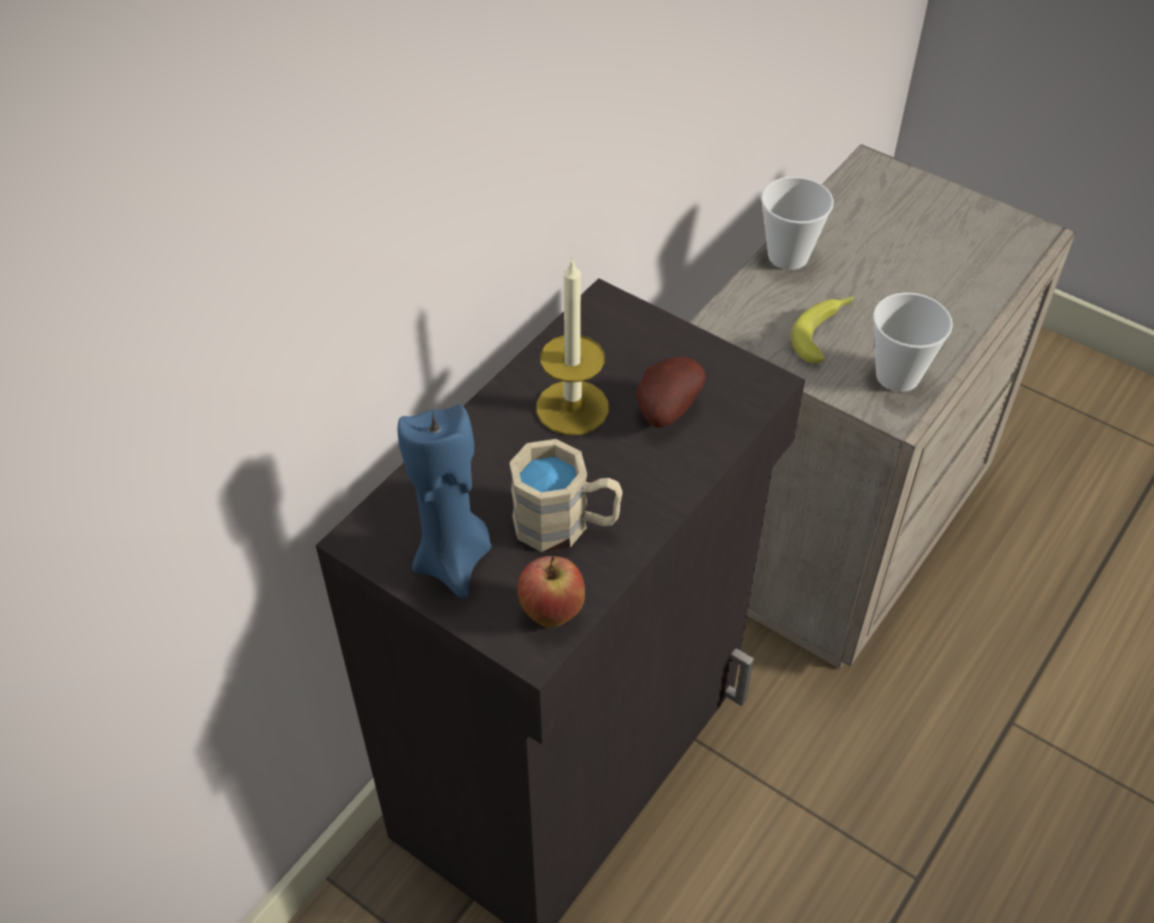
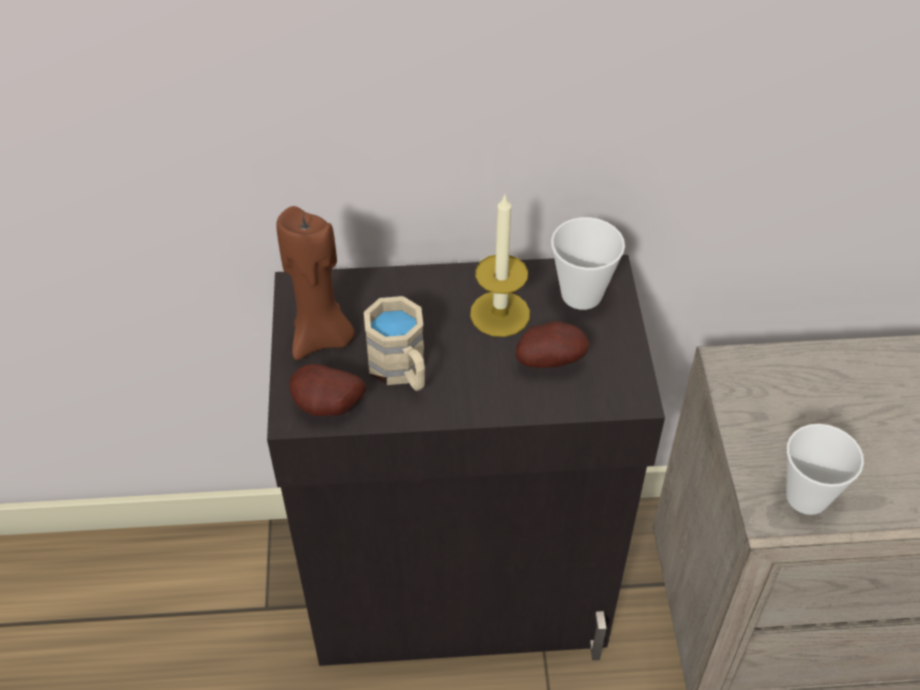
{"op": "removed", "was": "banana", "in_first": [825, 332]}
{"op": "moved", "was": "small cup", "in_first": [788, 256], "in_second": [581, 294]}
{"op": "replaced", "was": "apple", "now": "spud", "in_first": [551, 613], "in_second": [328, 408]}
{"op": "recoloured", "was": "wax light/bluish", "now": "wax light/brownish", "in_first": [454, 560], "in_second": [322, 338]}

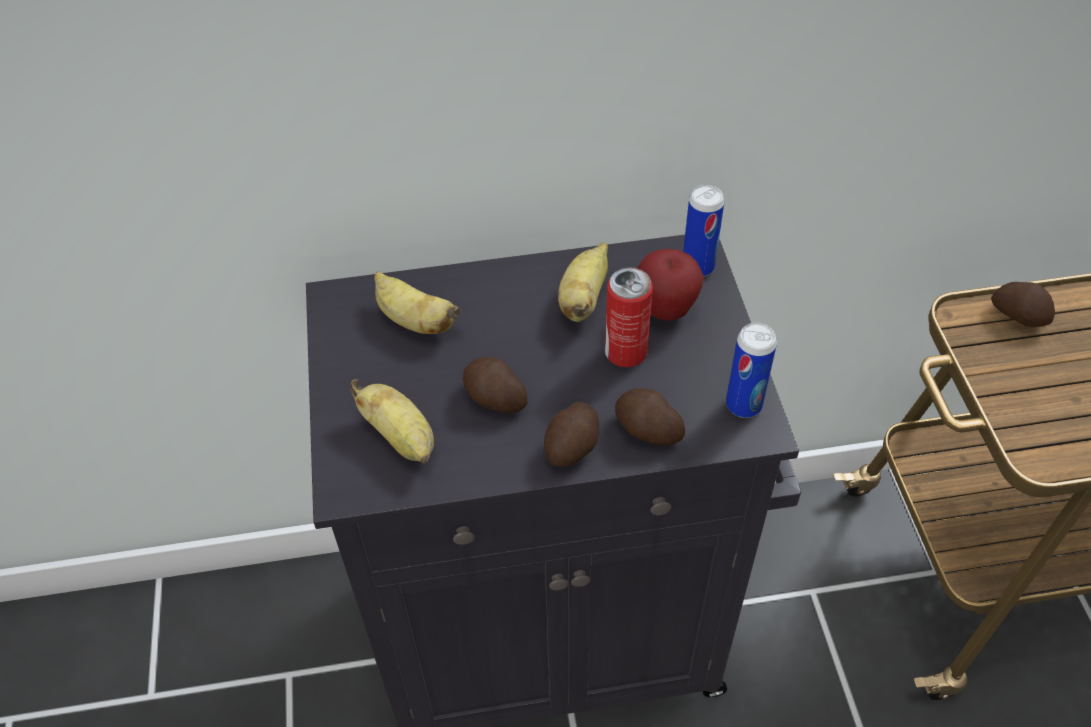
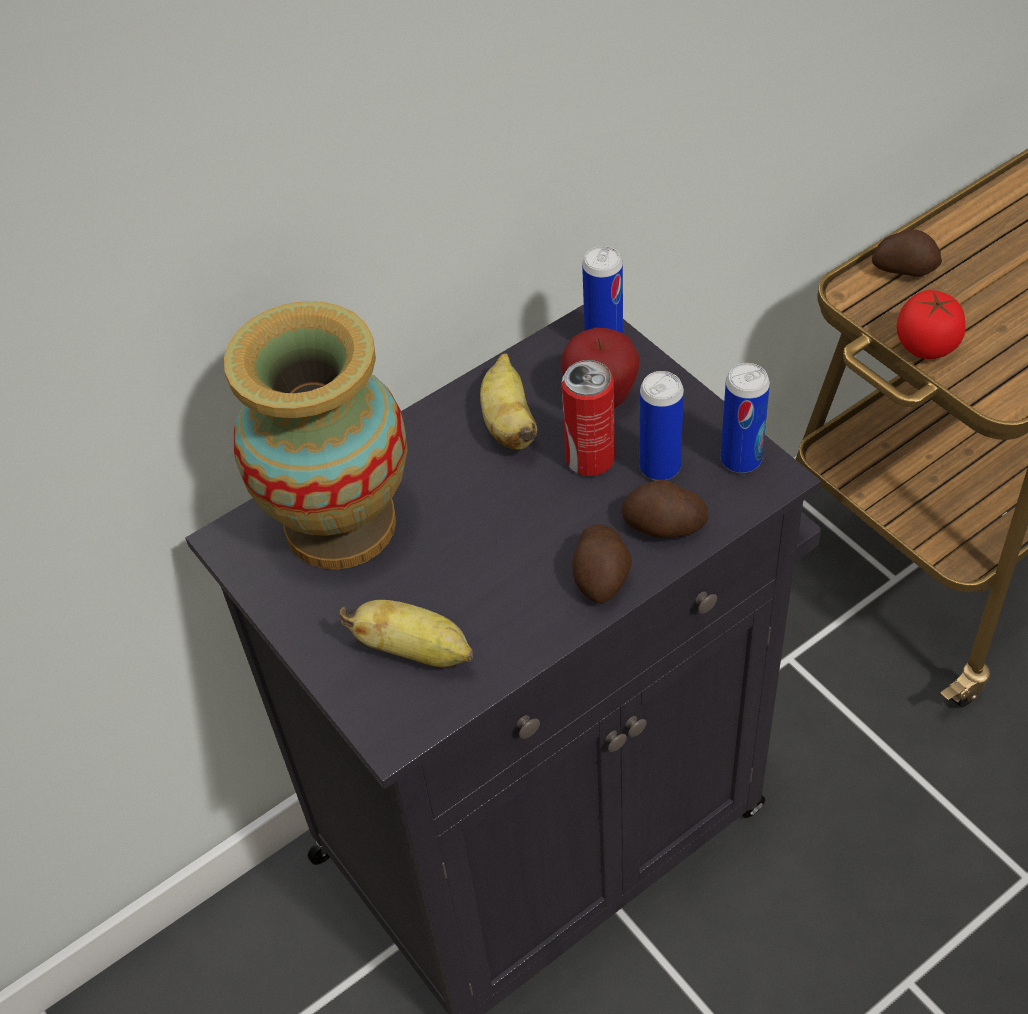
{"op": "removed", "was": "spud", "in_first": [494, 398]}
{"op": "added", "now": "sealed can", "in_second": [660, 467]}
{"op": "added", "now": "whole tomato", "in_second": [927, 345]}
{"op": "replaced", "was": "banana", "now": "flower vase", "in_first": [414, 321], "in_second": [341, 524]}

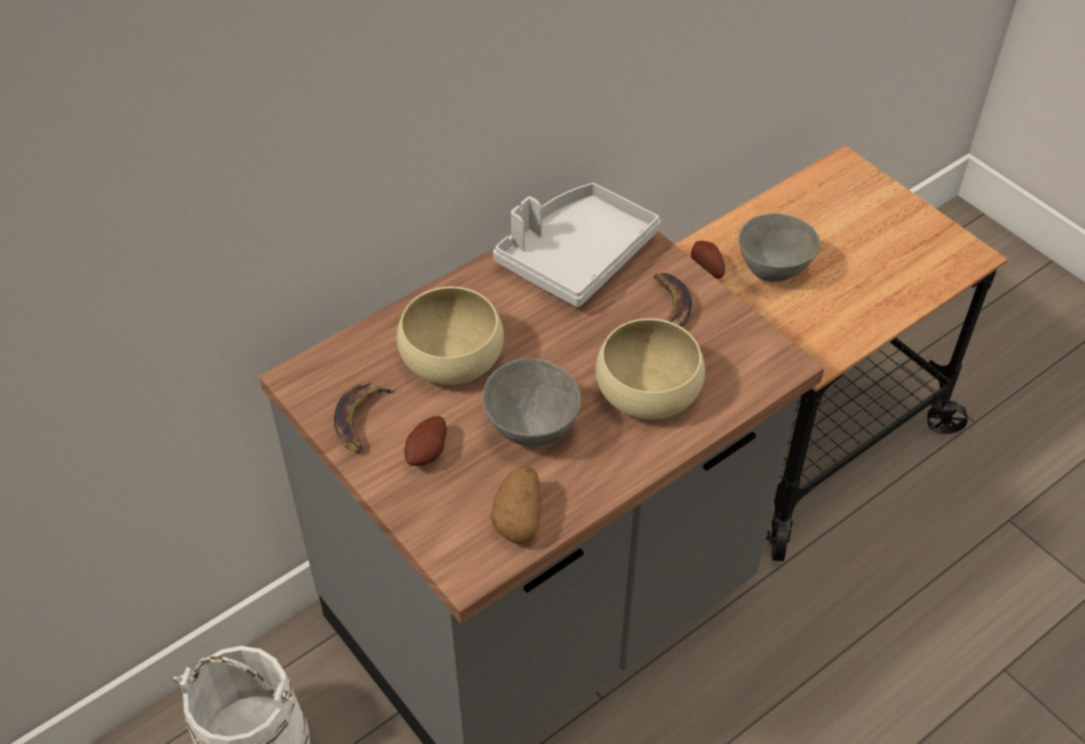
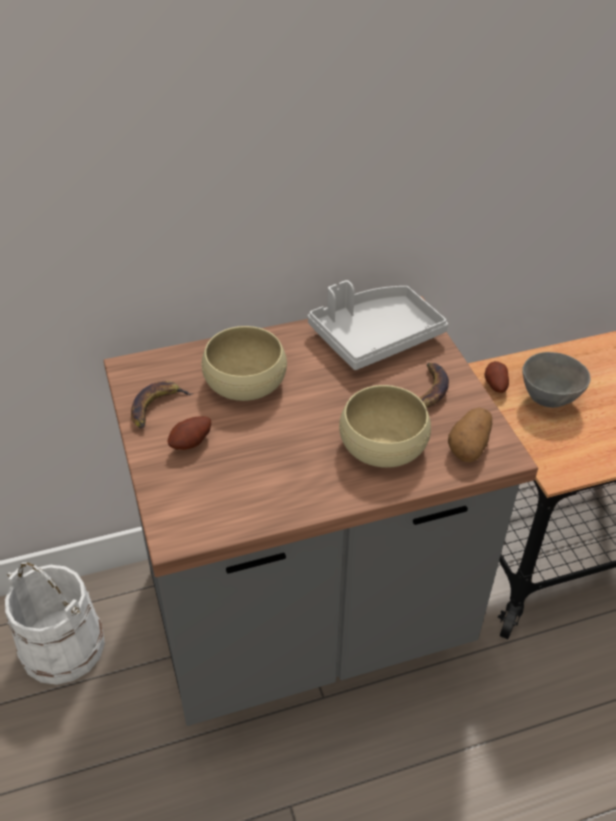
{"op": "removed", "was": "serving bowl/grey", "in_first": [530, 430]}
{"op": "moved", "was": "spud", "in_first": [519, 517], "in_second": [469, 446]}

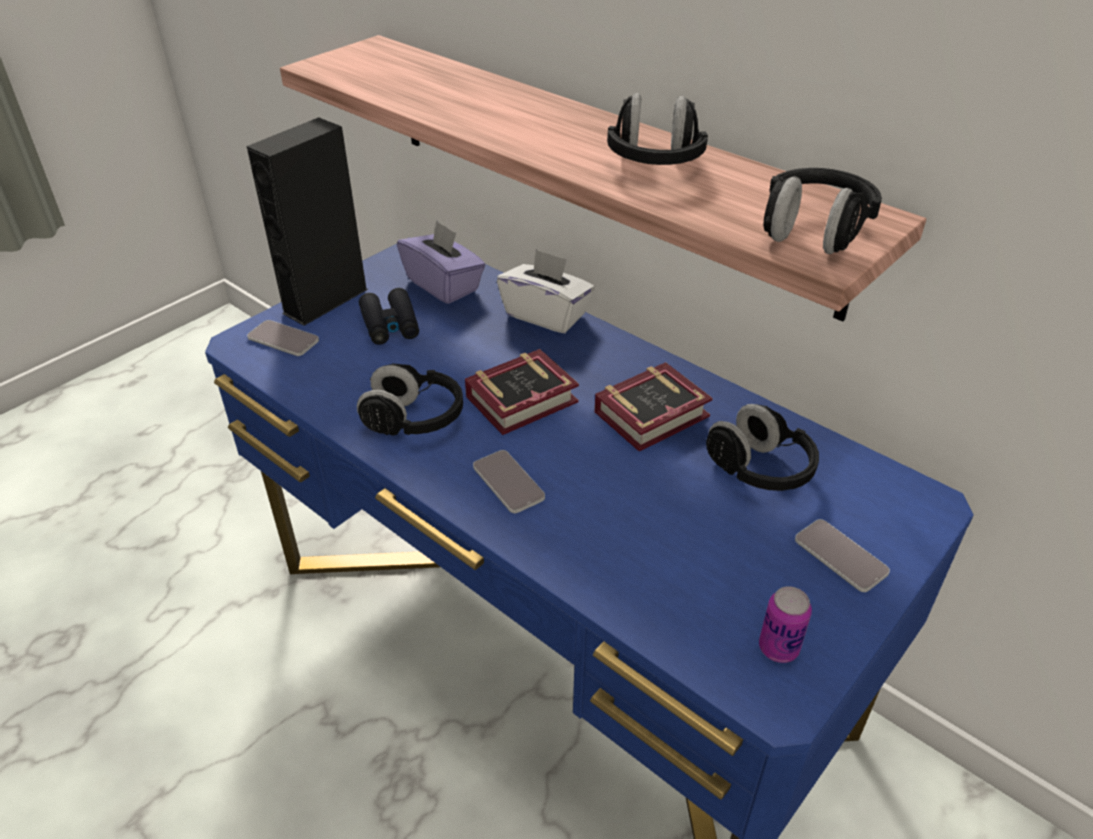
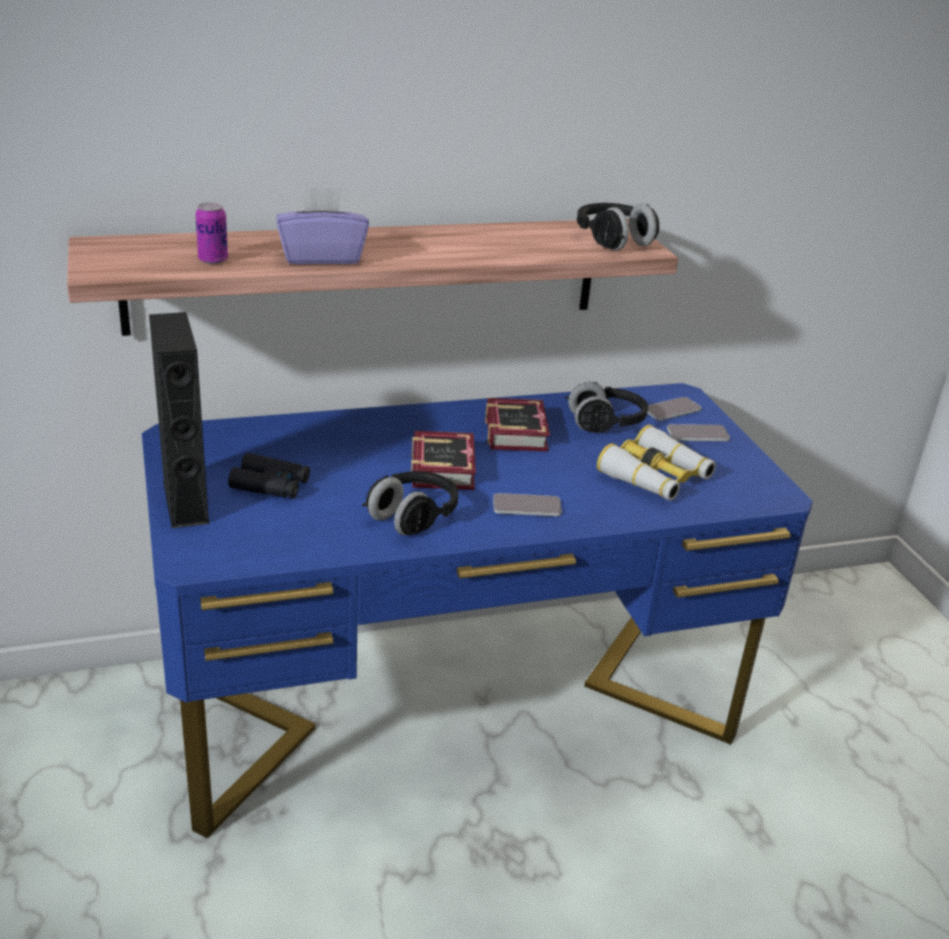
{"op": "removed", "was": "box of tissues/white-coloured", "in_first": [546, 315]}
{"op": "removed", "was": "headphones/black-coloured", "in_first": [655, 161]}
{"op": "added", "now": "pair of binoculars", "in_second": [655, 477]}
{"op": "moved", "was": "handset", "in_first": [283, 339], "in_second": [671, 410]}
{"op": "moved", "was": "box of tissues/purple", "in_first": [444, 285], "in_second": [321, 257]}
{"op": "moved", "was": "sealed can", "in_first": [778, 648], "in_second": [213, 260]}

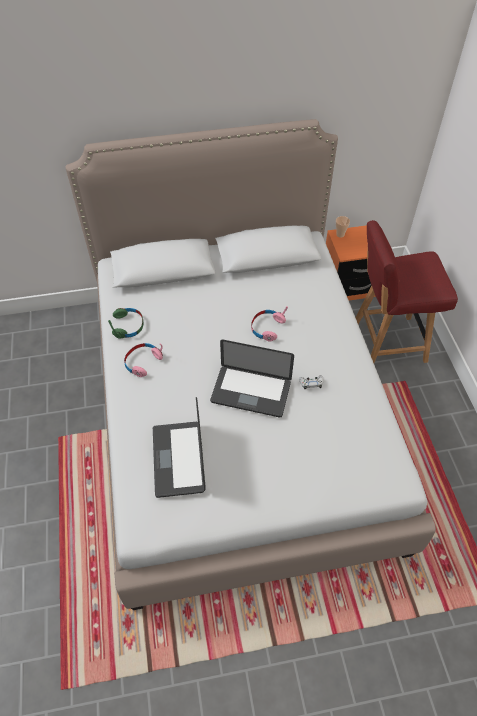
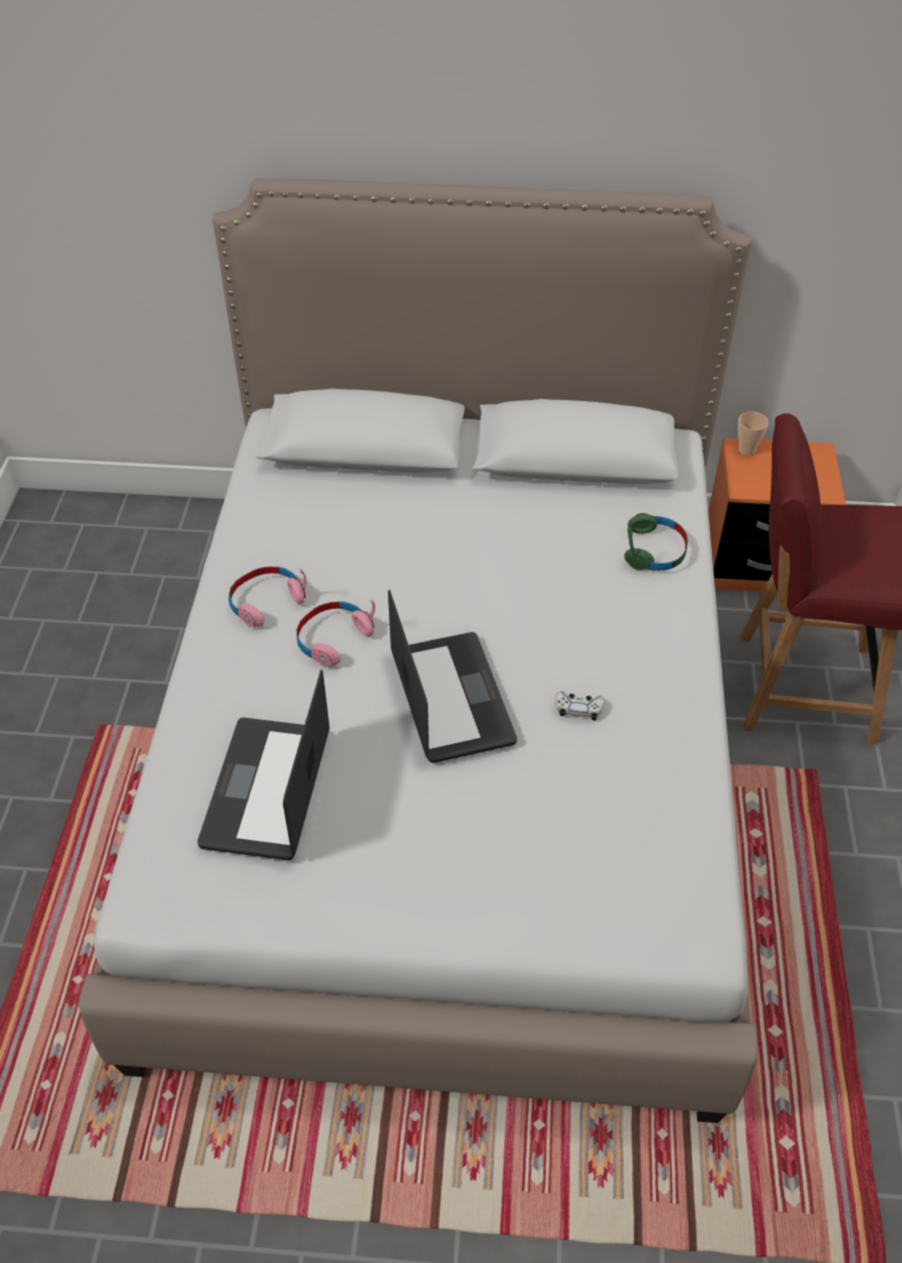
{"op": "moved", "was": "headphones/green", "in_first": [128, 326], "in_second": [654, 551]}
{"op": "moved", "was": "headphones/pinkish", "in_first": [267, 328], "in_second": [333, 638]}
{"op": "turned", "was": "notebook computer", "in_first": [251, 392], "in_second": [451, 698], "clockwise": -135}

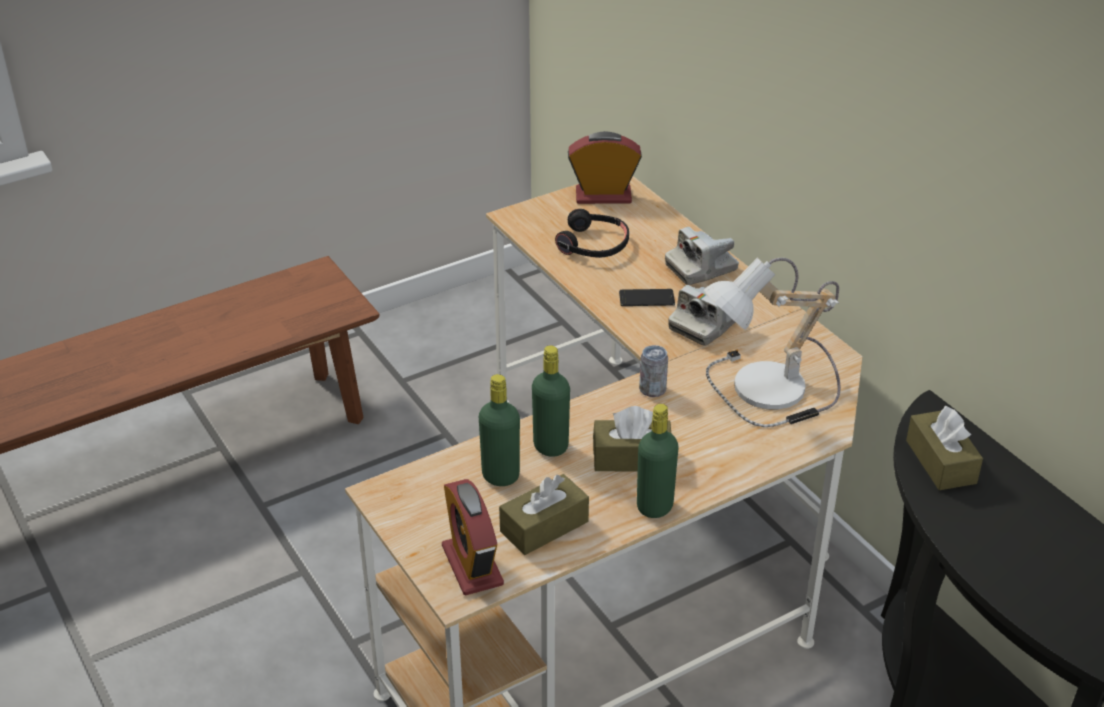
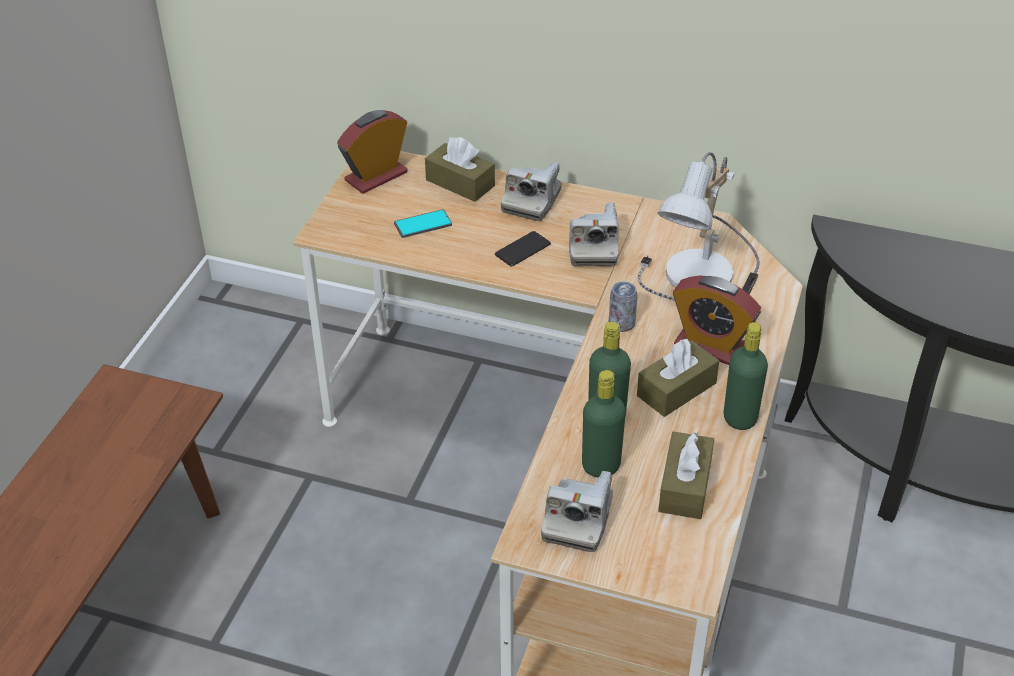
{"op": "added", "now": "photo camera", "in_second": [577, 520]}
{"op": "moved", "was": "alarm clock", "in_first": [472, 565], "in_second": [710, 346]}
{"op": "moved", "was": "box of tissues/brownish", "in_first": [941, 462], "in_second": [460, 183]}
{"op": "replaced", "was": "headphones/black-coloured", "now": "handset", "in_first": [593, 245], "in_second": [423, 224]}

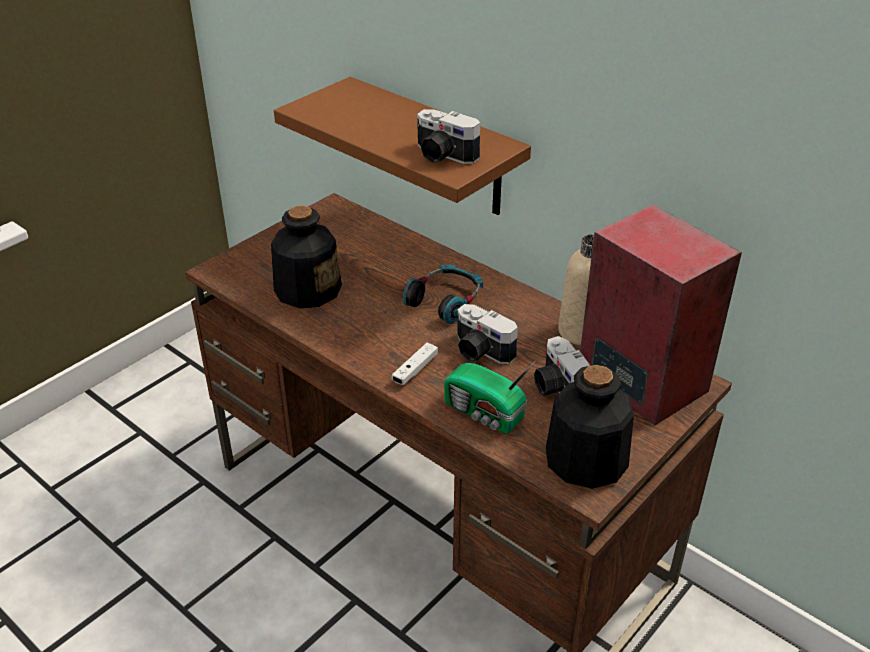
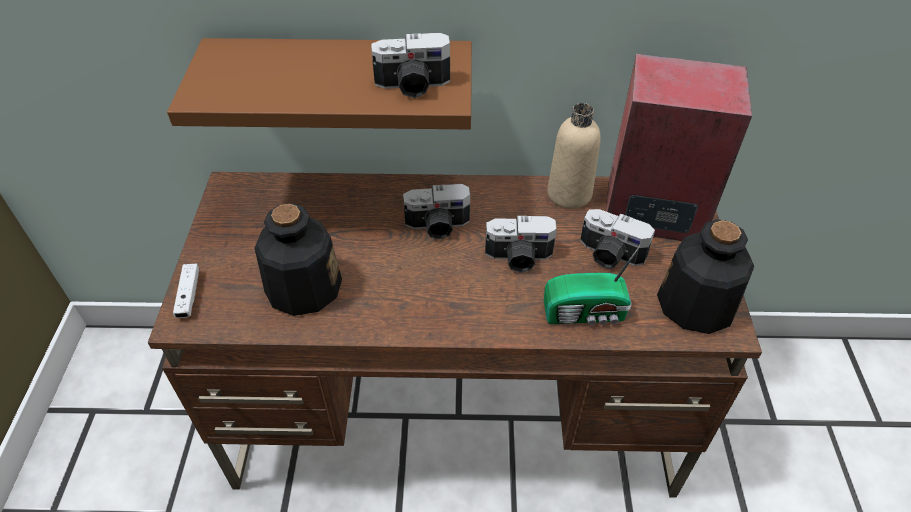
{"op": "moved", "was": "gamepad/white-coloured", "in_first": [415, 370], "in_second": [189, 295]}
{"op": "replaced", "was": "headphones", "now": "photo camera", "in_first": [445, 300], "in_second": [437, 226]}

